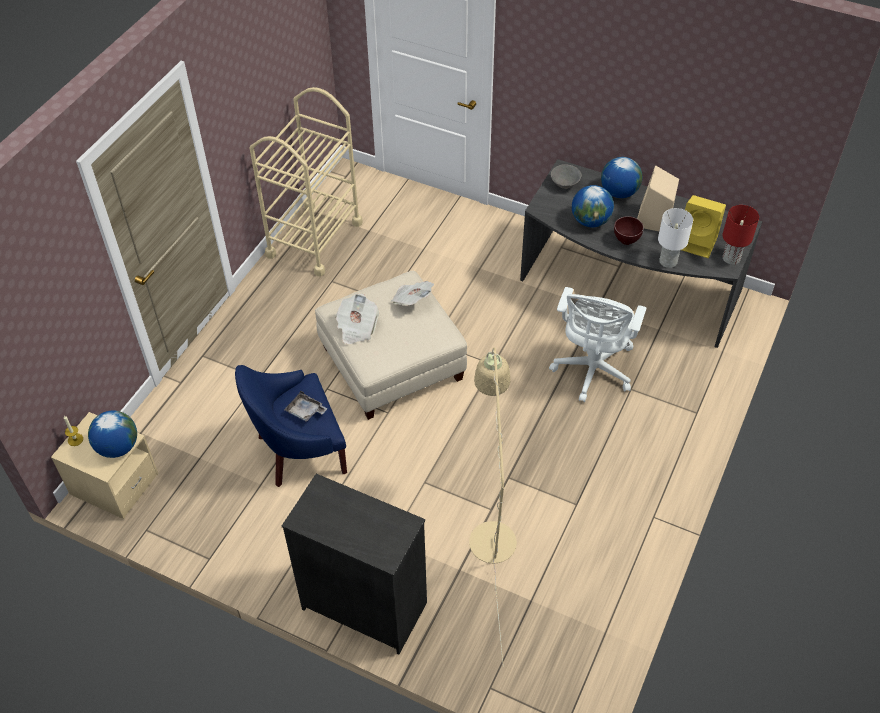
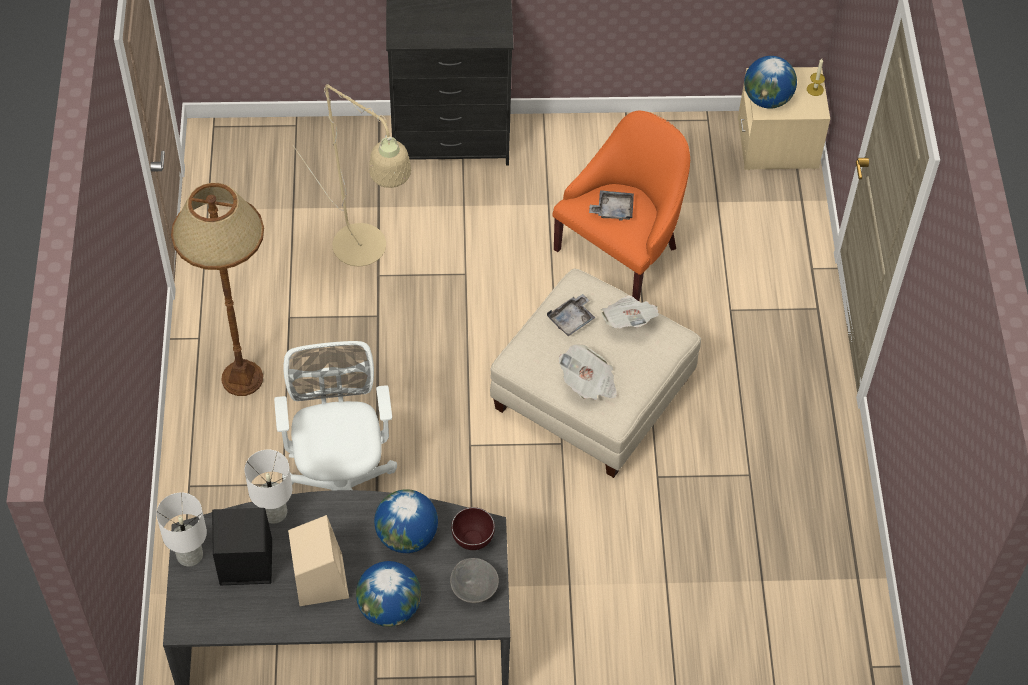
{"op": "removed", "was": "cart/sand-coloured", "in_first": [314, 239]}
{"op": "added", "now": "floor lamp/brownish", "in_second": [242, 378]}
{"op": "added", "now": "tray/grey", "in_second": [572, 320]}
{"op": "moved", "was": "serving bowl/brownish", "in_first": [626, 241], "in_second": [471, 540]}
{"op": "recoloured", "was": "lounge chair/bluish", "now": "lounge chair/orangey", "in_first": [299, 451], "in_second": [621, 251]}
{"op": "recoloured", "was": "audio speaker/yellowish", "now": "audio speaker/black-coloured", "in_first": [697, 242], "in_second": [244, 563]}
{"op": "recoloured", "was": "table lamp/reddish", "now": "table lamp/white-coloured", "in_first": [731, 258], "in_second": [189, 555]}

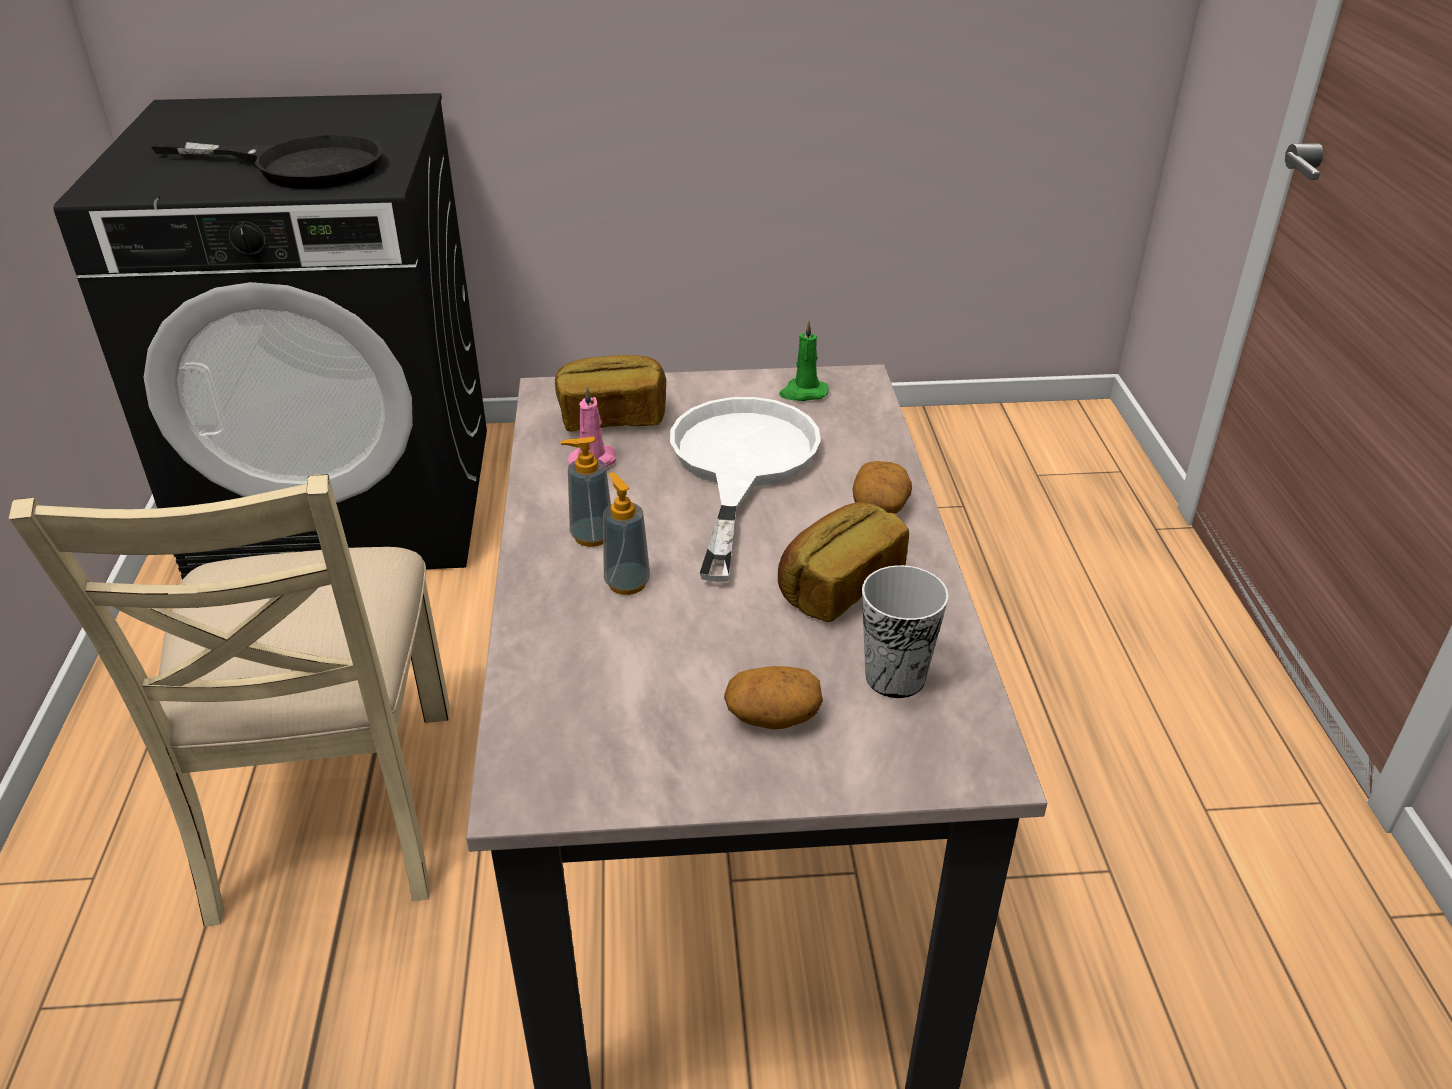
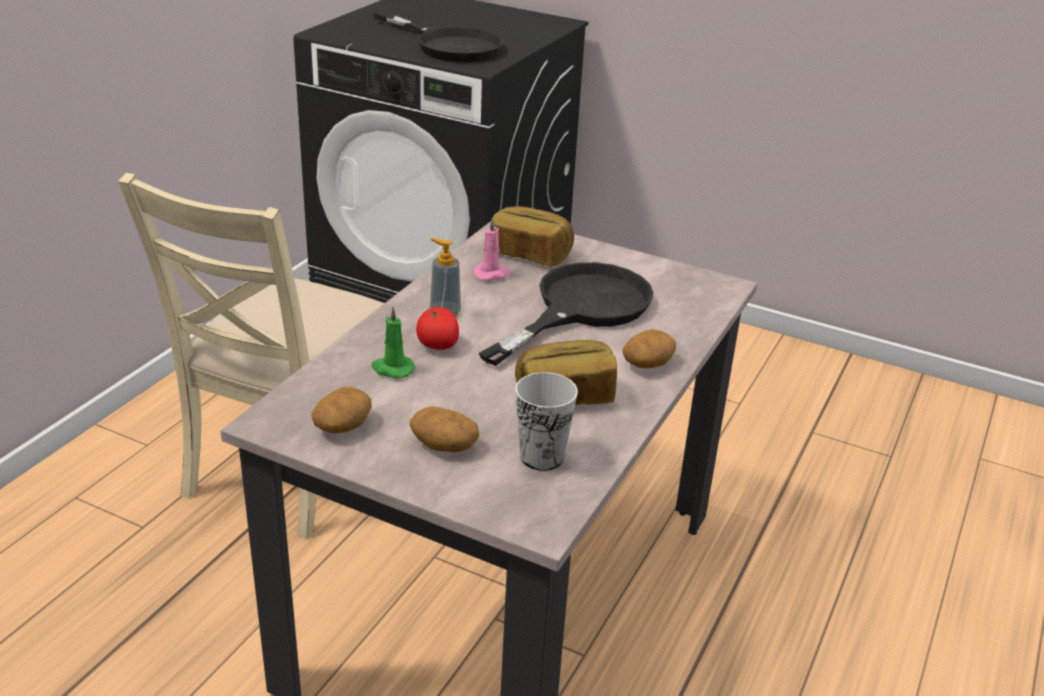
{"op": "added", "now": "spud", "in_second": [342, 426]}
{"op": "moved", "was": "wax light/green", "in_first": [803, 393], "in_second": [392, 369]}
{"op": "replaced", "was": "soap bottle", "now": "whole tomato", "in_first": [627, 583], "in_second": [437, 345]}
{"op": "recoloured", "was": "skillet/white-coloured", "now": "skillet/black-coloured", "in_first": [740, 466], "in_second": [580, 308]}

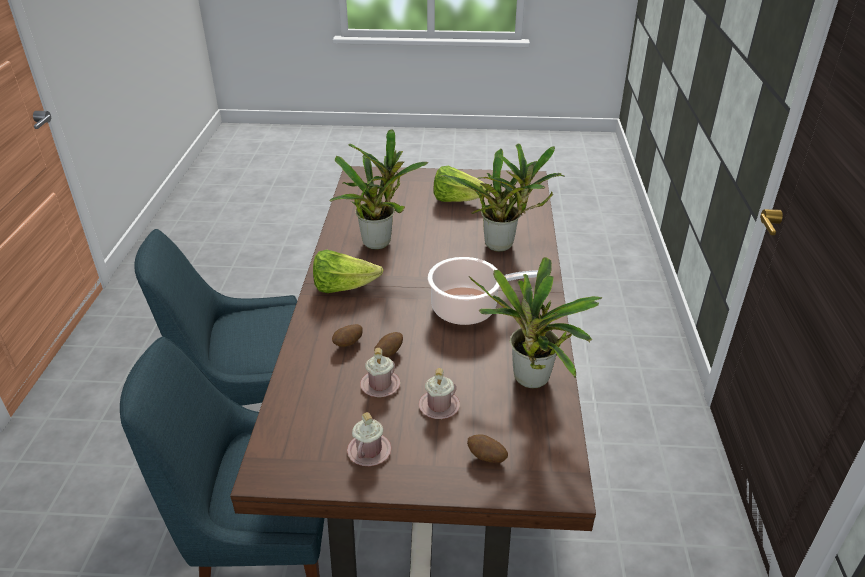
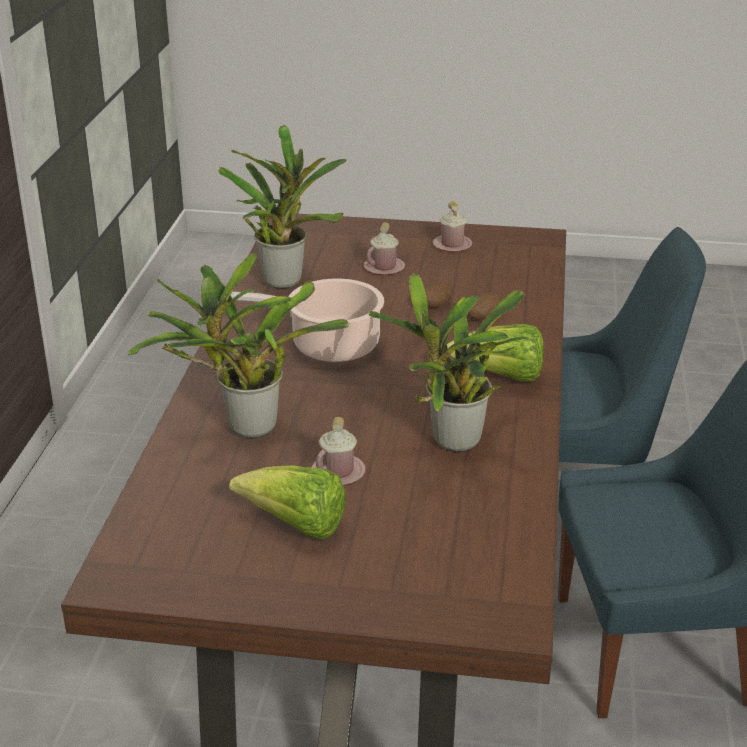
{"op": "removed", "was": "spud", "in_first": [486, 458]}
{"op": "moved", "was": "coffee mug/pinkish", "in_first": [380, 385], "in_second": [338, 472]}

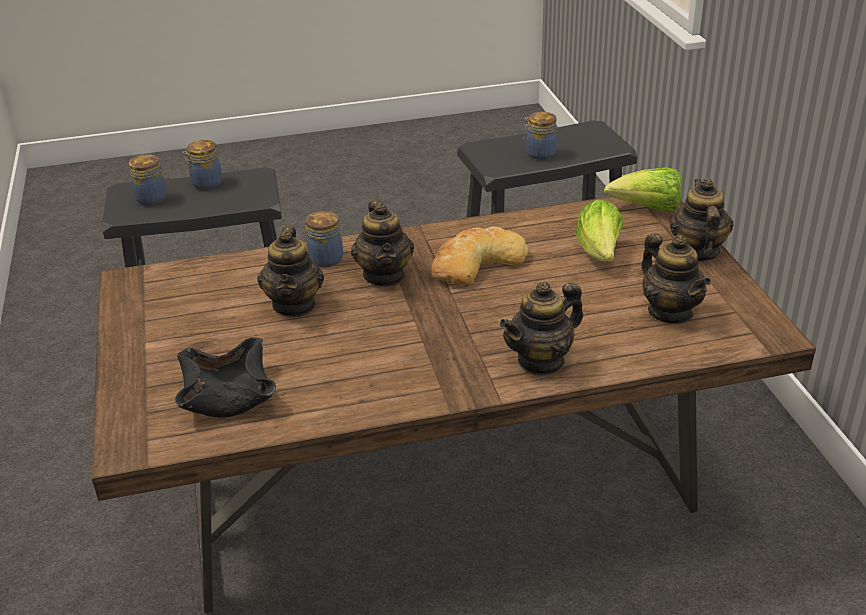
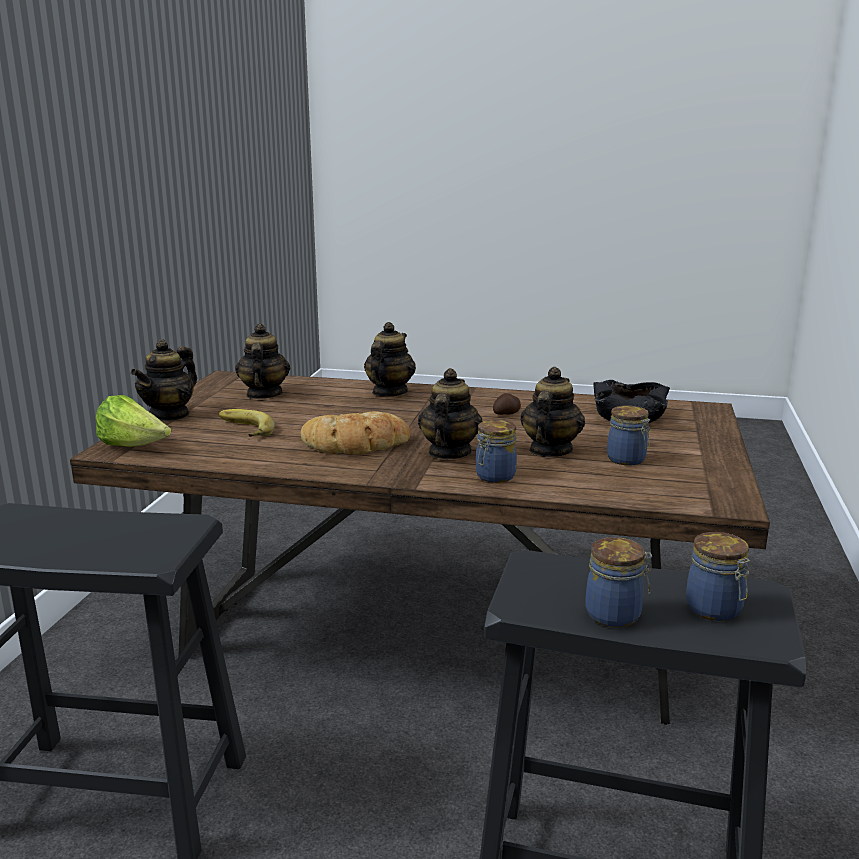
{"op": "added", "now": "spud", "in_second": [507, 414]}
{"op": "moved", "was": "jar", "in_first": [539, 154], "in_second": [627, 460]}
{"op": "replaced", "was": "lettuce head", "now": "banana", "in_first": [599, 253], "in_second": [243, 429]}
{"op": "turned", "was": "pot for tea", "in_first": [541, 361], "in_second": [389, 392], "clockwise": -60}

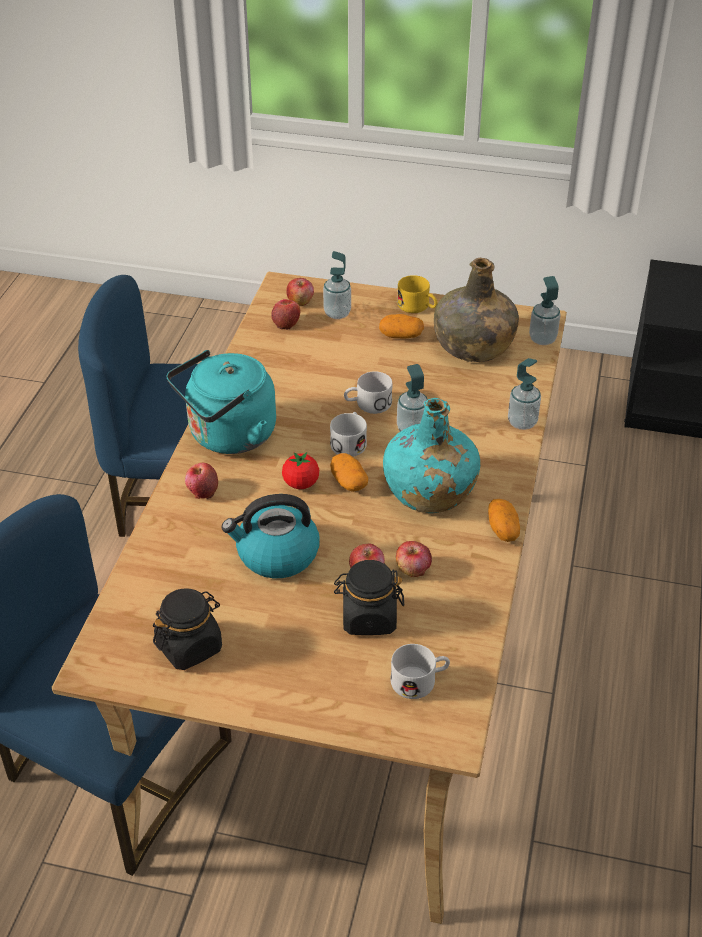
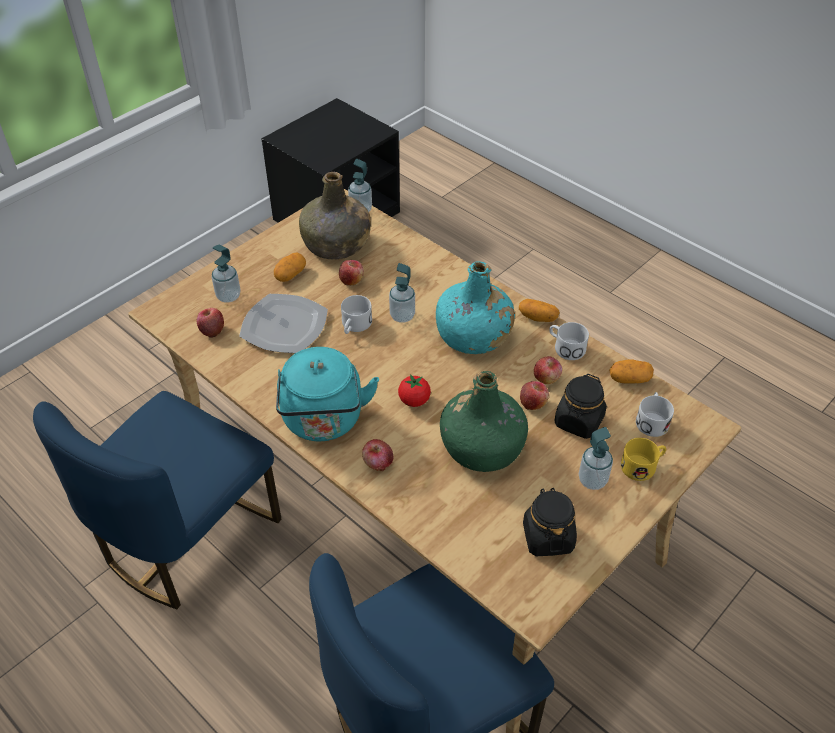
{"op": "added", "now": "flat dish", "in_second": [285, 326]}
{"op": "moved", "was": "apple", "in_first": [300, 301], "in_second": [351, 280]}
{"op": "moved", "was": "coffee mug/white-coloured", "in_first": [350, 442], "in_second": [565, 347]}
{"op": "moved", "was": "spud", "in_first": [348, 482], "in_second": [629, 379]}
{"op": "moved", "was": "coffee mug/yellowish", "in_first": [418, 307], "in_second": [643, 466]}
{"op": "moved", "was": "soap bottle", "in_first": [522, 422], "in_second": [592, 480]}
{"op": "replaced", "was": "kettle", "now": "bottle/green", "in_first": [276, 555], "in_second": [482, 446]}

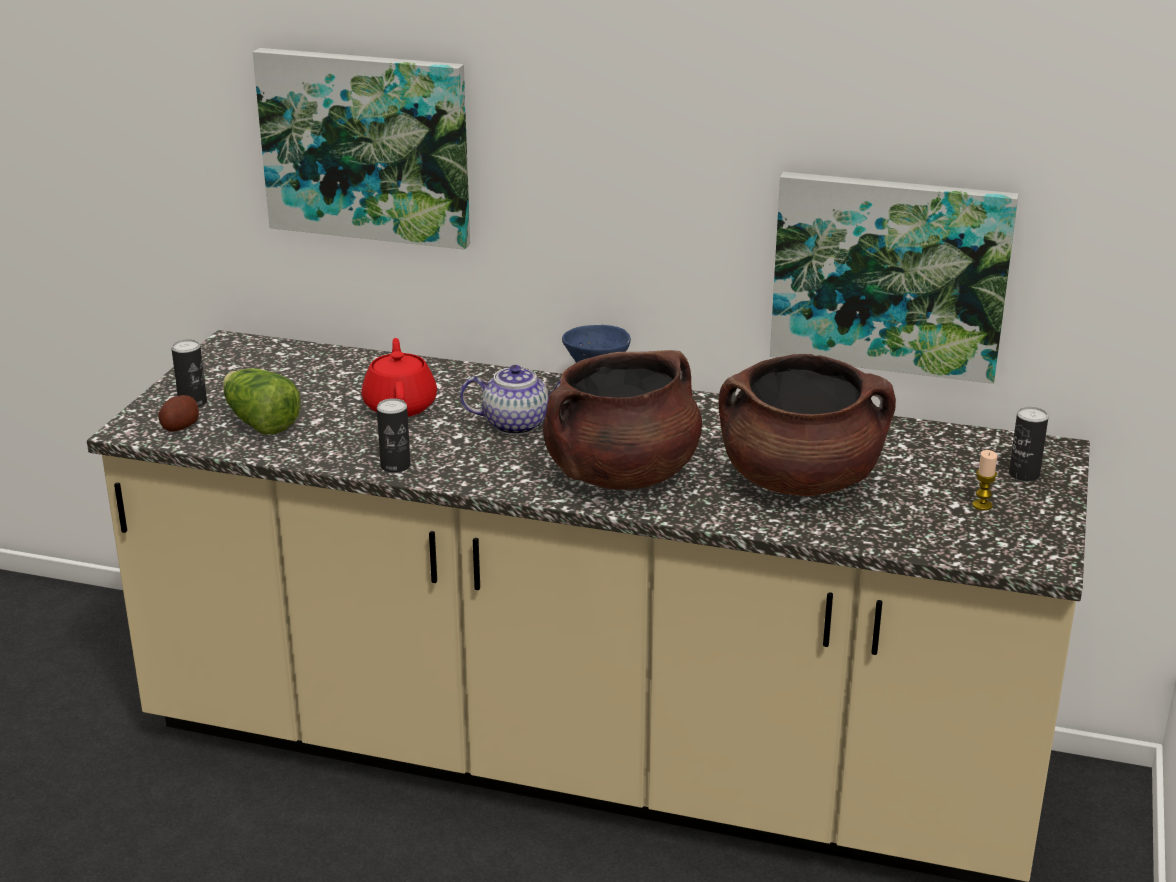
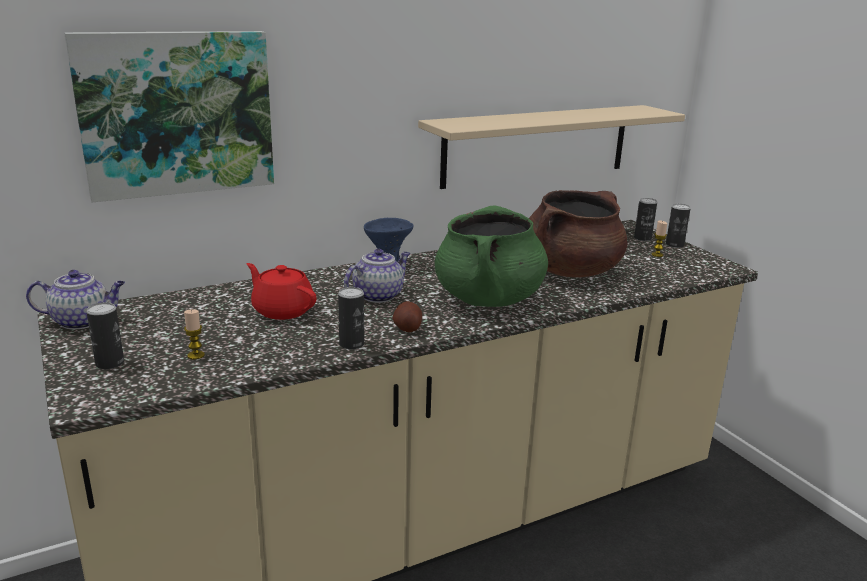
{"op": "added", "now": "pot for tea", "in_second": [83, 321]}
{"op": "added", "now": "sealed can", "in_second": [674, 245]}
{"op": "moved", "was": "spud", "in_first": [180, 427], "in_second": [407, 328]}
{"op": "replaced", "was": "lettuce head", "now": "wax light", "in_first": [260, 422], "in_second": [196, 355]}
{"op": "replaced", "was": "picture", "now": "bracket shelf/sand-coloured", "in_first": [890, 274], "in_second": [537, 145]}
{"op": "recoloured", "was": "stockpot/brownish", "now": "stockpot/green", "in_first": [621, 475], "in_second": [488, 299]}

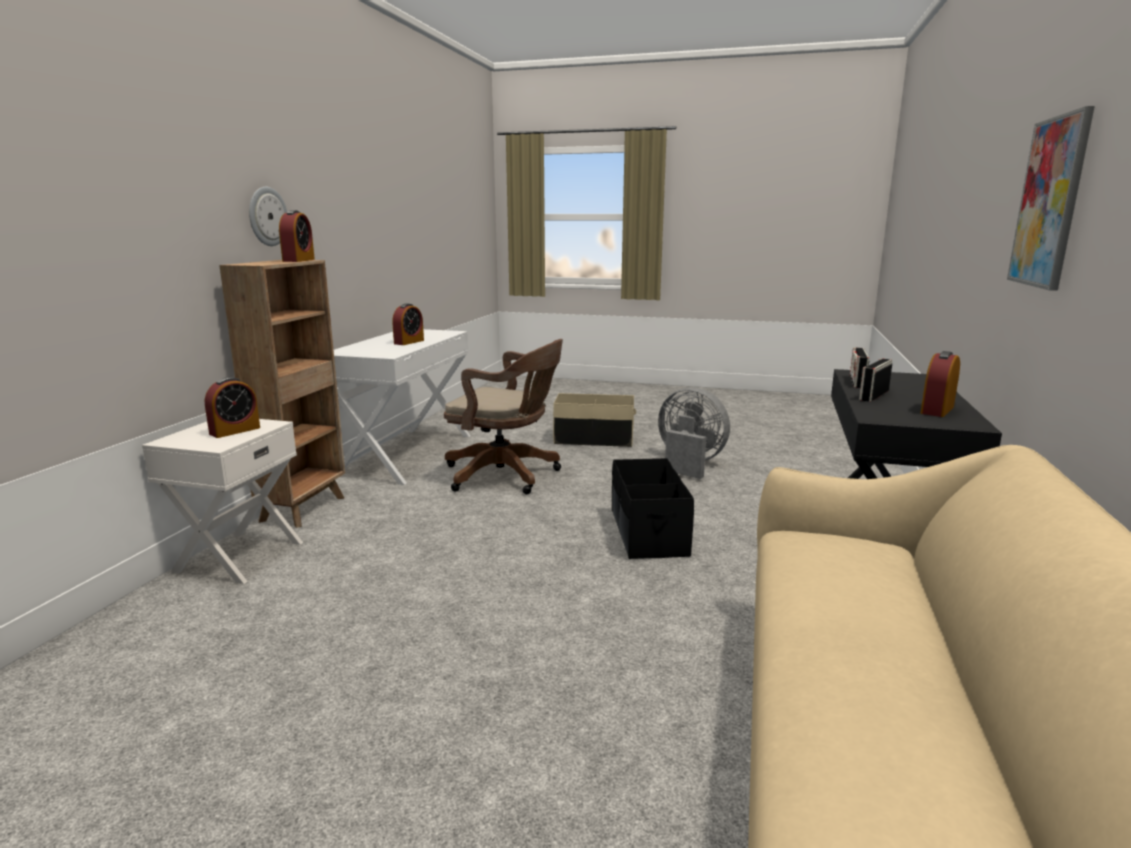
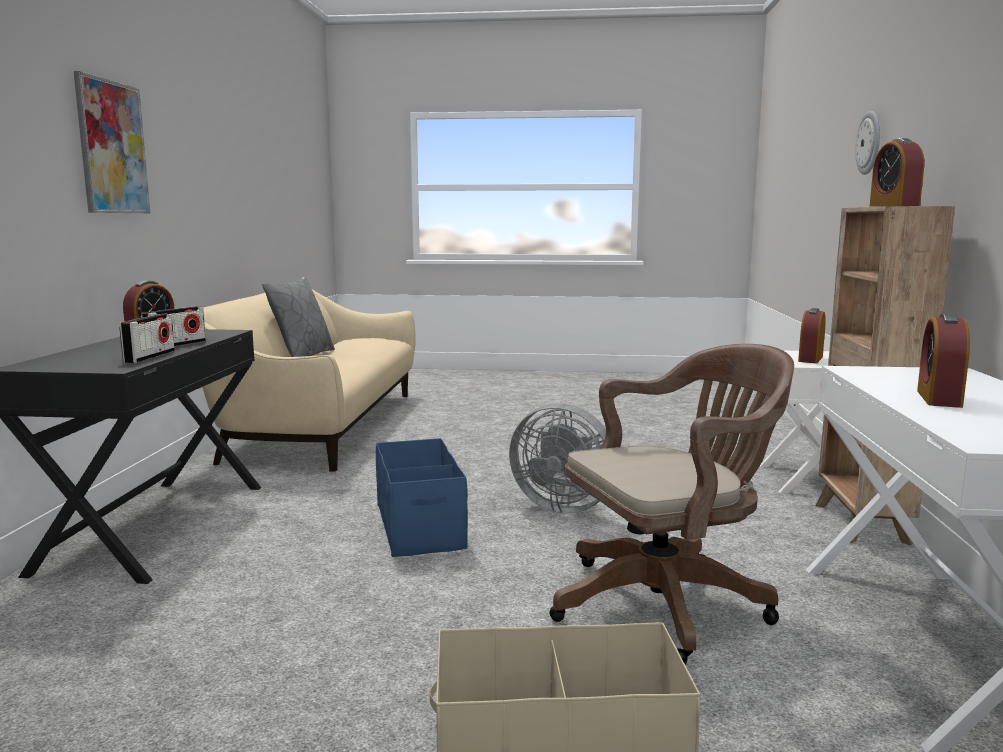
{"op": "added", "now": "throw pillow/grey", "in_second": [302, 356]}
{"op": "moved", "was": "clock on the wall", "in_first": [267, 216], "in_second": [869, 143]}
{"op": "moved", "was": "cooling fan/grey", "in_first": [689, 463], "in_second": [562, 506]}
{"op": "recoloured", "was": "storage container/black-coloured", "now": "storage container/bluish", "in_first": [647, 532], "in_second": [420, 526]}
{"op": "turned", "was": "office chair/brownish", "in_first": [506, 475], "in_second": [668, 603], "clockwise": 150}

